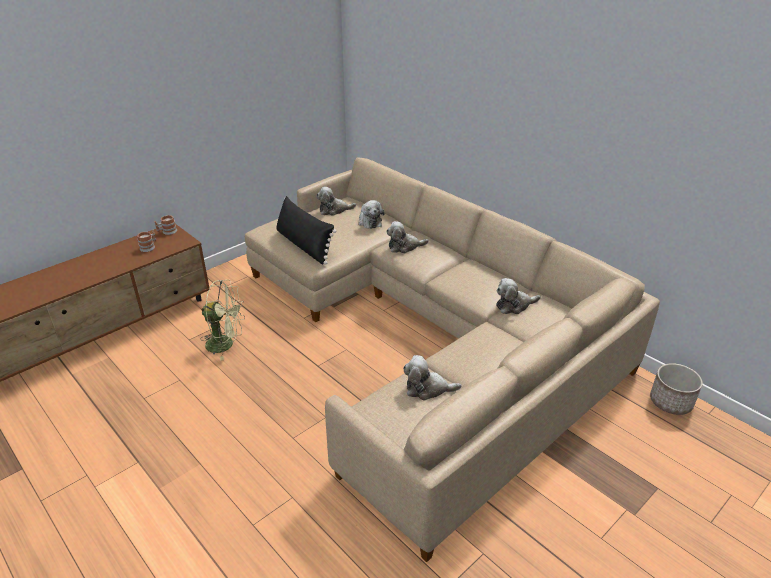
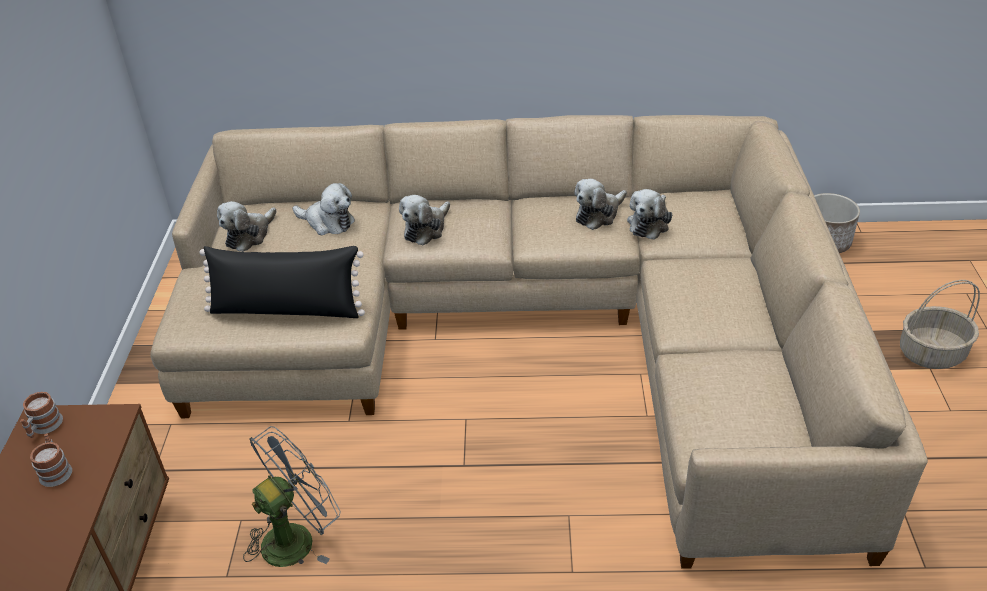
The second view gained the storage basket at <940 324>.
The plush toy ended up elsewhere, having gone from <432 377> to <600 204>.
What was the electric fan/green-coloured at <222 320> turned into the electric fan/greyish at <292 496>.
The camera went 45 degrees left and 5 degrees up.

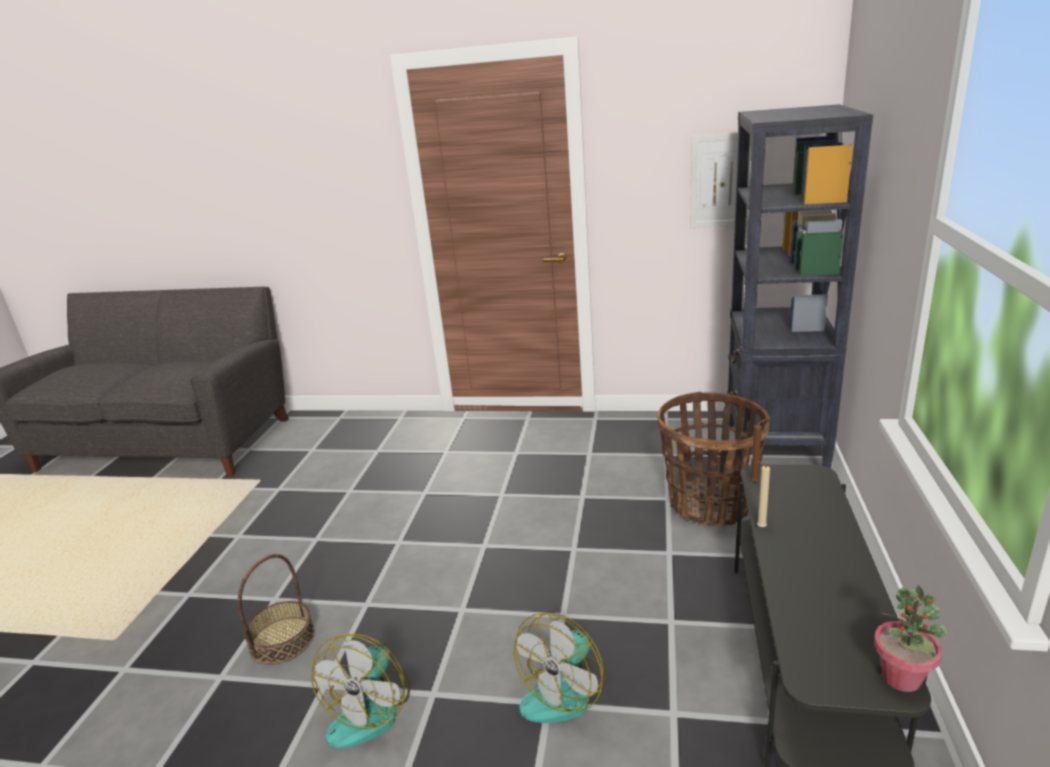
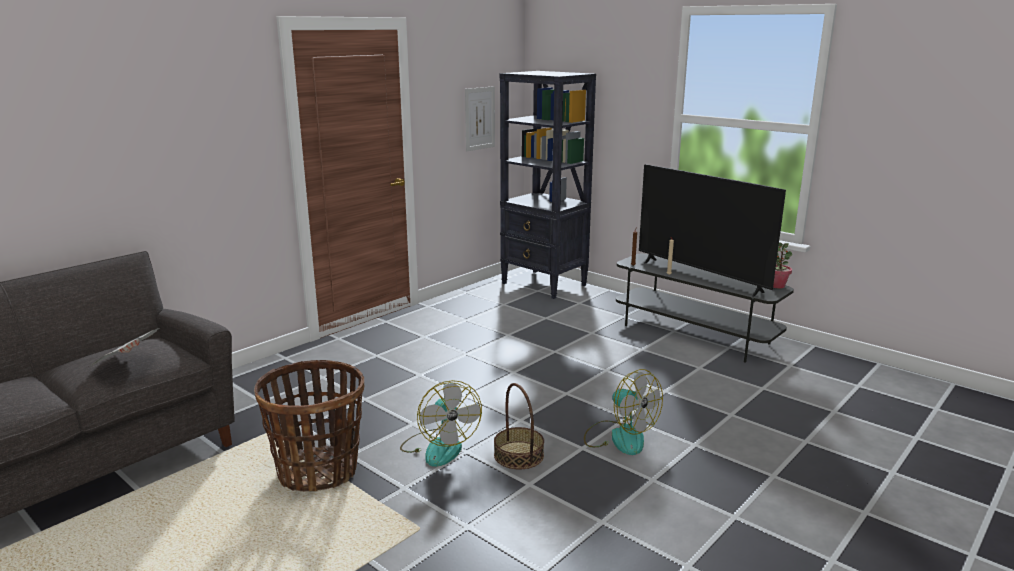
The second view gained the printed paper at <125 347>.
The second view gained the TV set at <712 230>.
The electric fan ended up elsewhere, having gone from <560 668> to <441 423>.
The storage basket ended up elsewhere, having gone from <714 459> to <309 425>.
The camera went 60 degrees left and 5 degrees down.

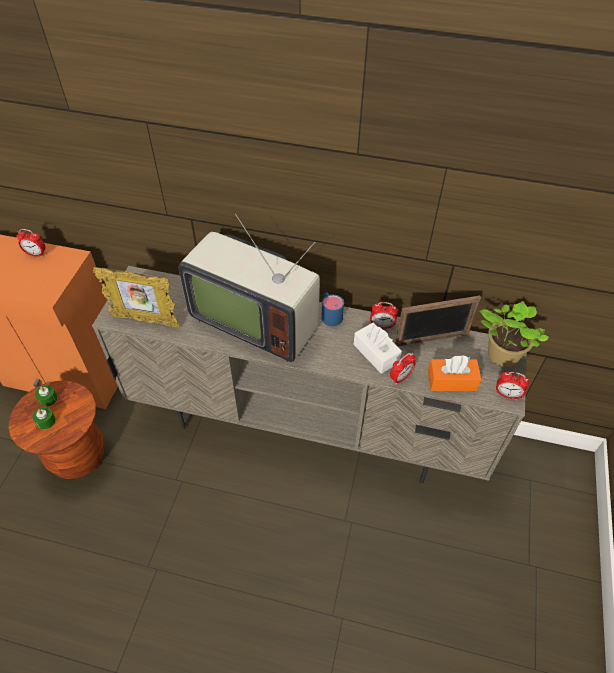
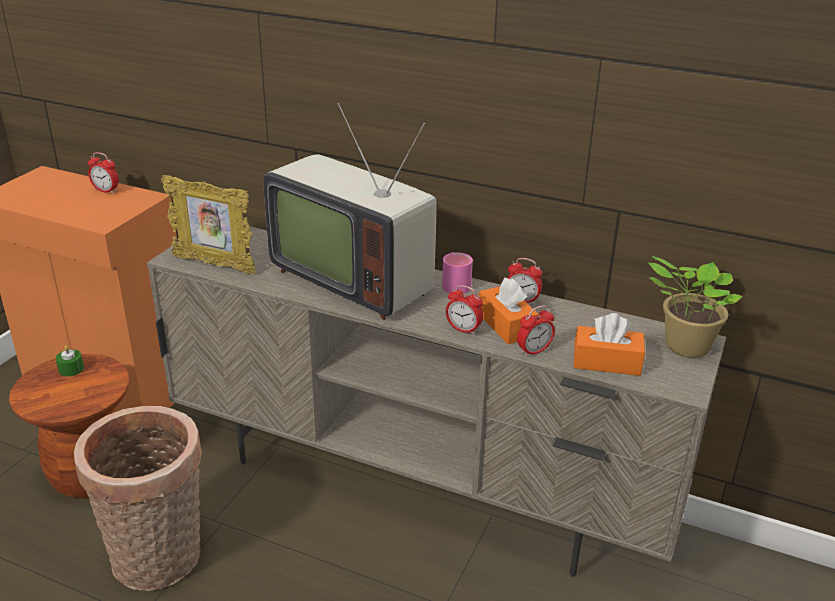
The second view lost the wax light/green-coloured at <44 418>.
The second view lost the photo frame at <438 321>.
The second view gained the storage basket at <138 498>.
The table clock ended up elsewhere, having gone from <512 385> to <464 310>.
What was the tea mug/blue-coloured at <332 309> turned into the tea mug/pink at <457 273>.
What was the tissue box/whitish at <378 348> turned into the tissue box/orangey at <509 311>.
The camera went 10 degrees right and 20 degrees down.

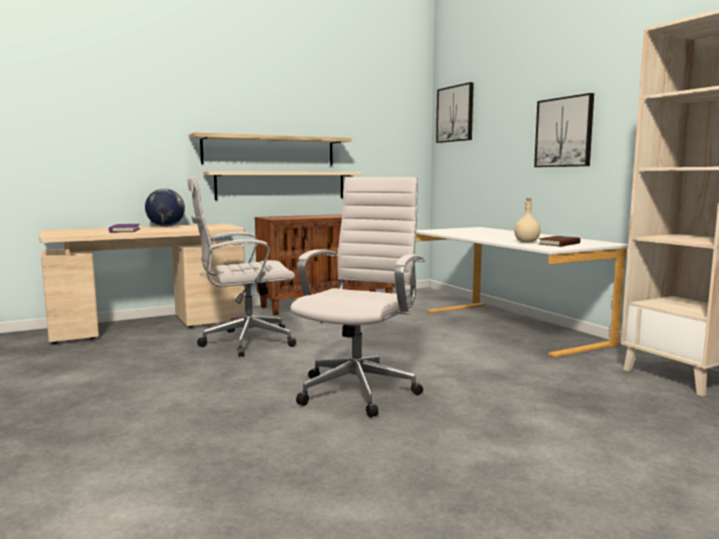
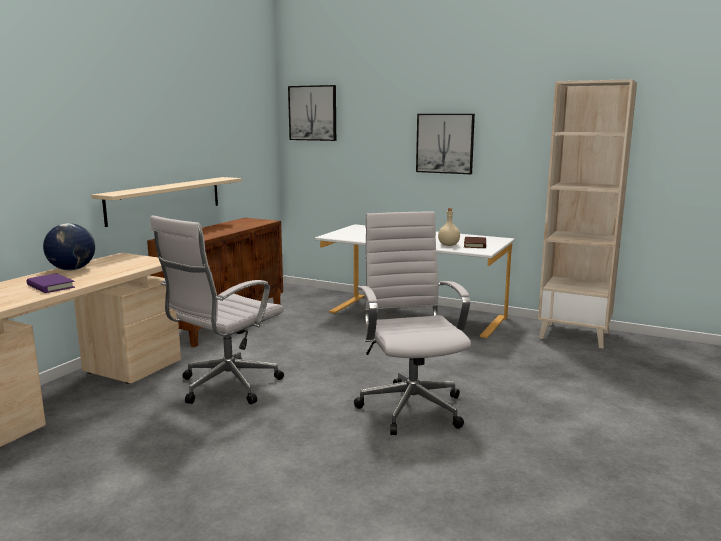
The second view lost the wall shelf at <270 148>.
The camera went 35 degrees left and 5 degrees up.

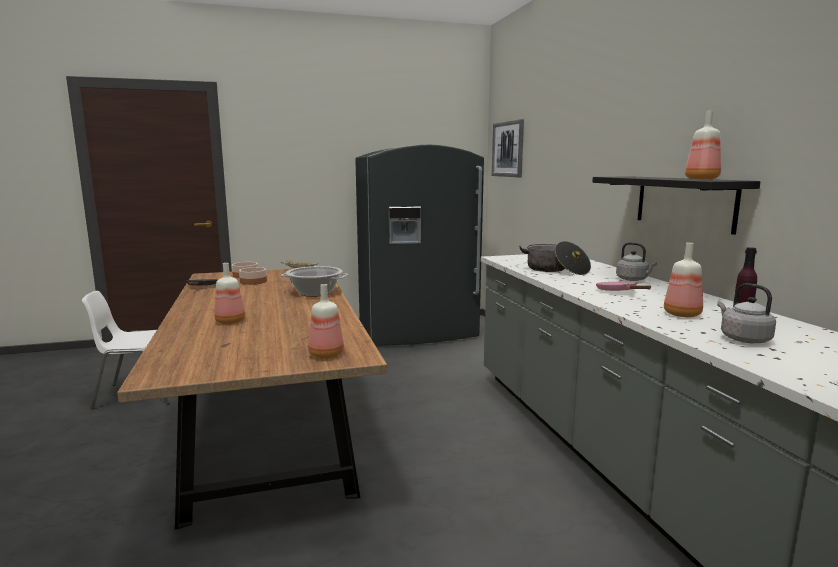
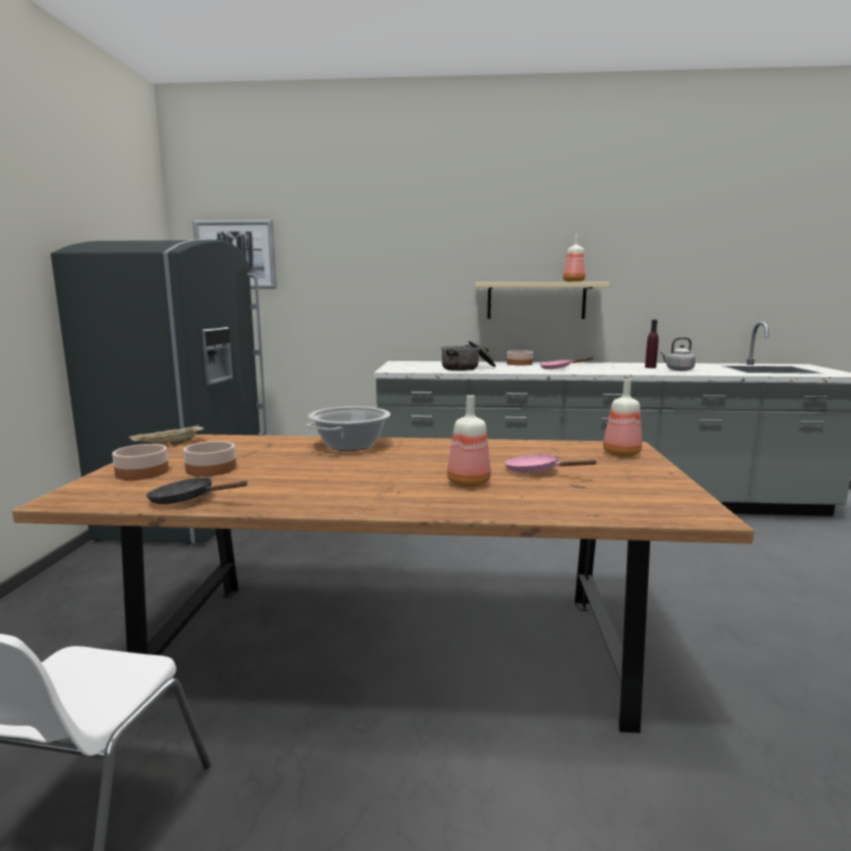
The second view lost the beverage bottle at <683 279>.
The second view gained the skillet/pink at <551 463>.
Where the kettle/greyish stood at <636 261>, the deep dish came to stand at <520 358>.
What was the wall shelf/black-coloured at <676 206> turned into the wall shelf/beige at <542 300>.
The camera went 70 degrees left and 0 degrees up.

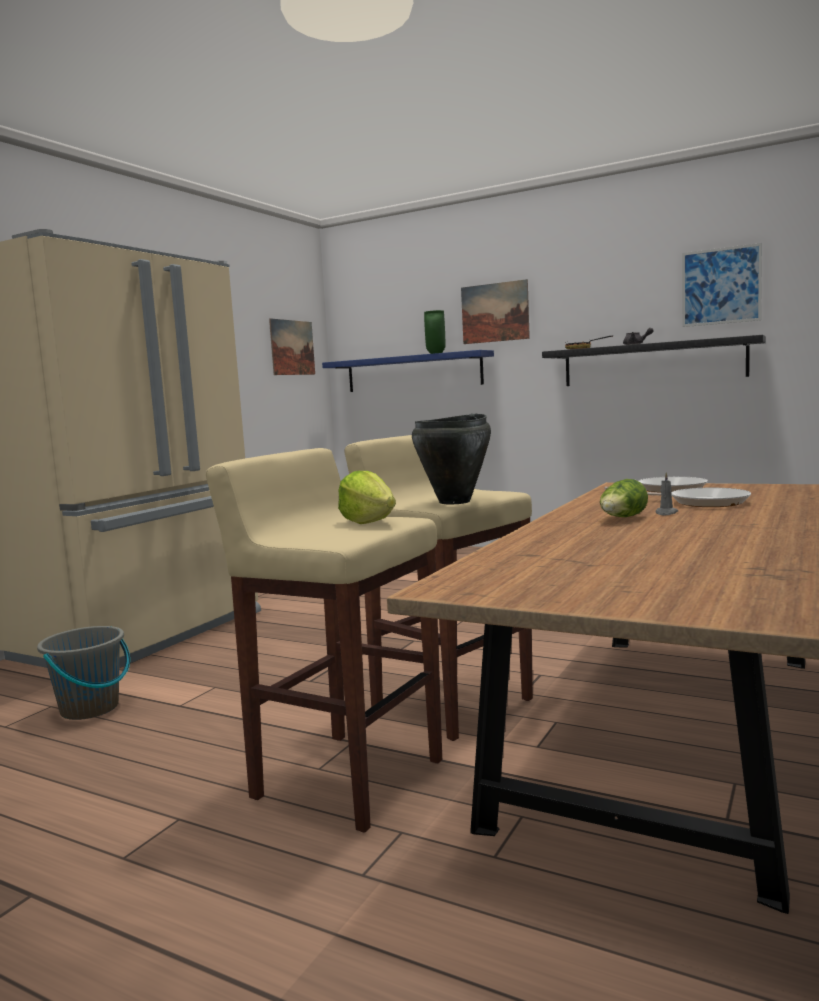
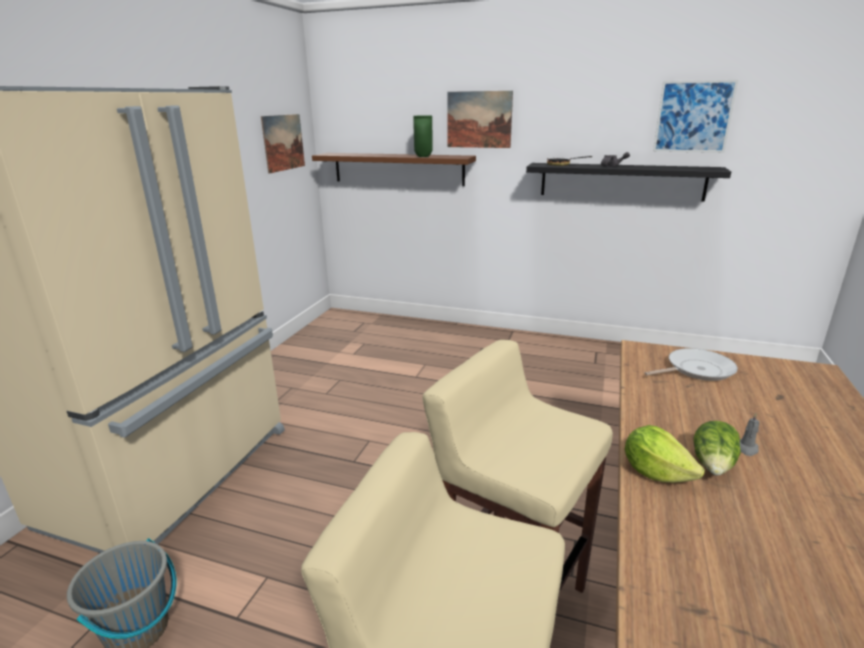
The second view lost the stockpot/black-coloured at <451 459>.
The second view lost the skillet at <699 497>.
The lettuce head ended up elsewhere, having gone from <367 497> to <665 454>.
What was the wall shelf/blue-coloured at <408 371> turned into the wall shelf/brown at <394 169>.
The camera went 10 degrees left and 15 degrees up.

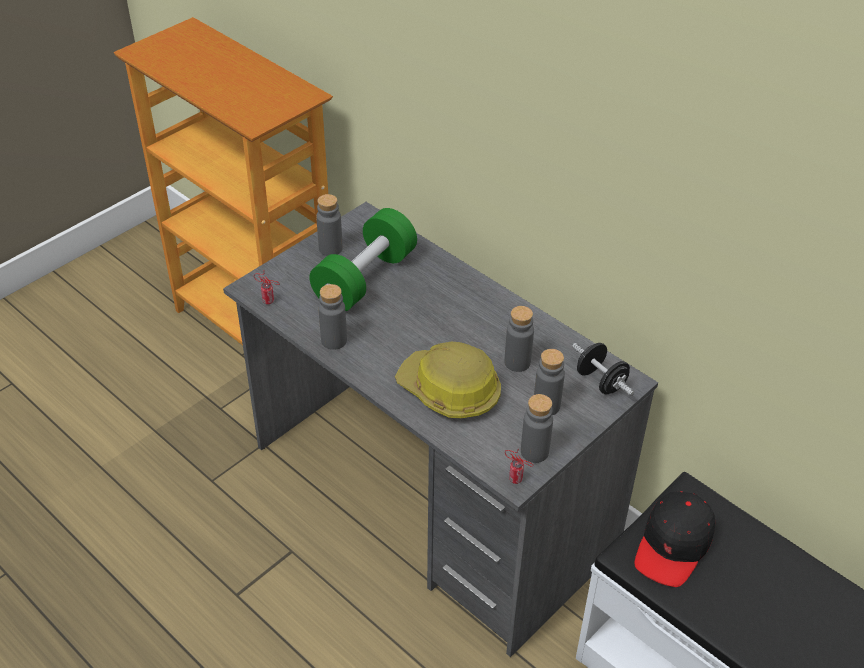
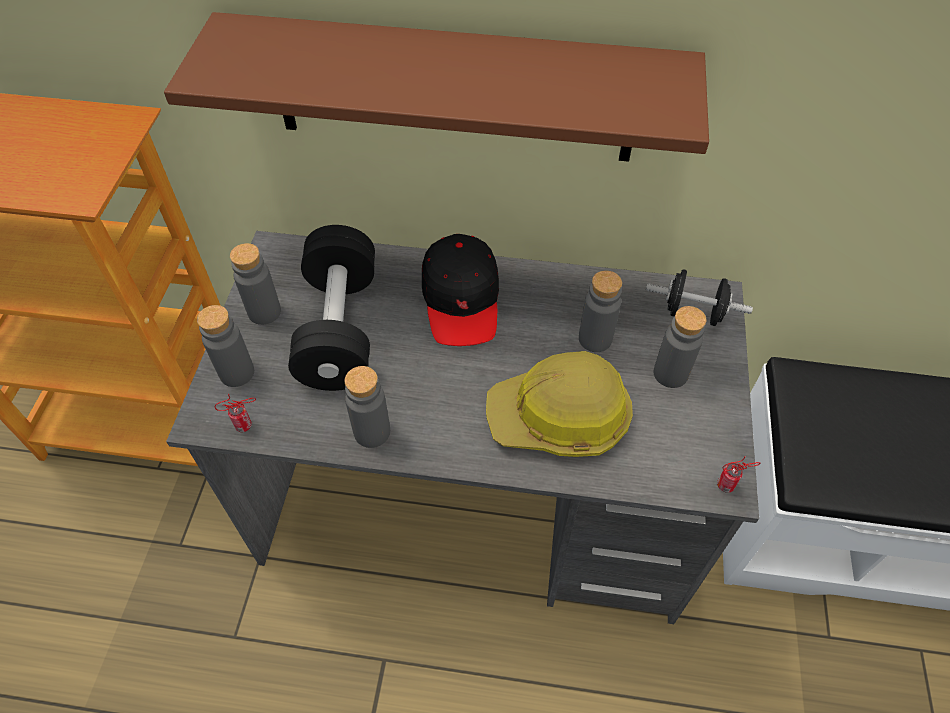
The second view gained the wall shelf/brown at <436 87>.
The beverage bottle/greyish ended up elsewhere, having gone from <537 428> to <225 346>.
The baseball cap/black-coloured ended up elsewhere, having gone from <675 539> to <460 290>.
What was the free weight/green-coloured at <363 259> turned into the free weight/black-coloured at <331 308>.
The camera went 35 degrees left and 10 degrees up.

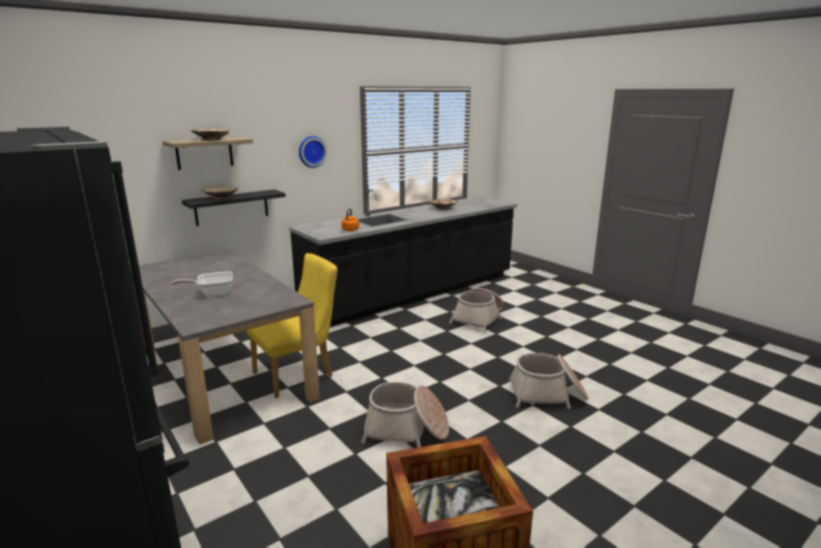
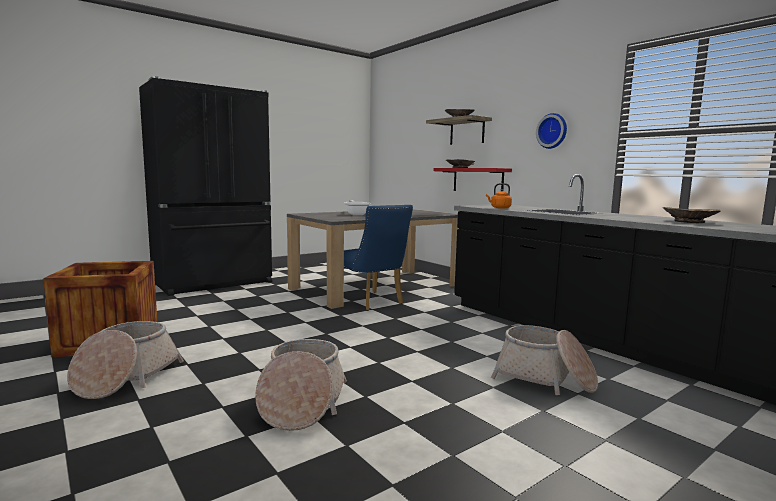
The storage basket ended up elsewhere, having gone from <405 415> to <125 360>.
What was the wall shelf/black-coloured at <234 207> turned into the wall shelf/red-coloured at <472 179>.
What was the plain chair/yellow-coloured at <292 325> turned into the plain chair/blue-coloured at <378 258>.
The camera went 90 degrees right and 10 degrees down.

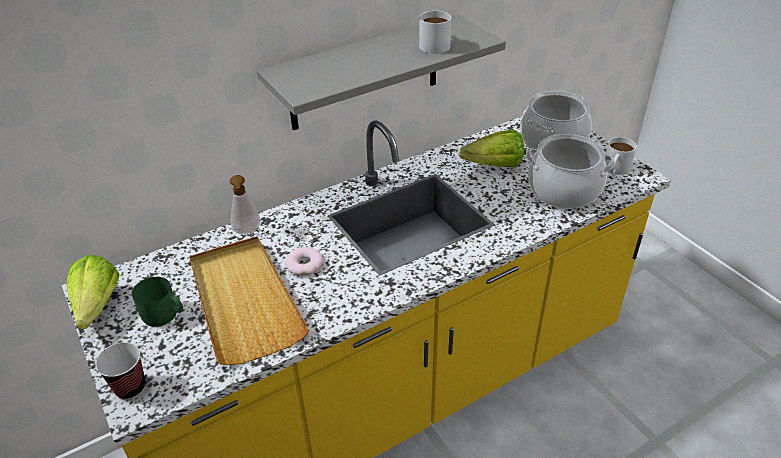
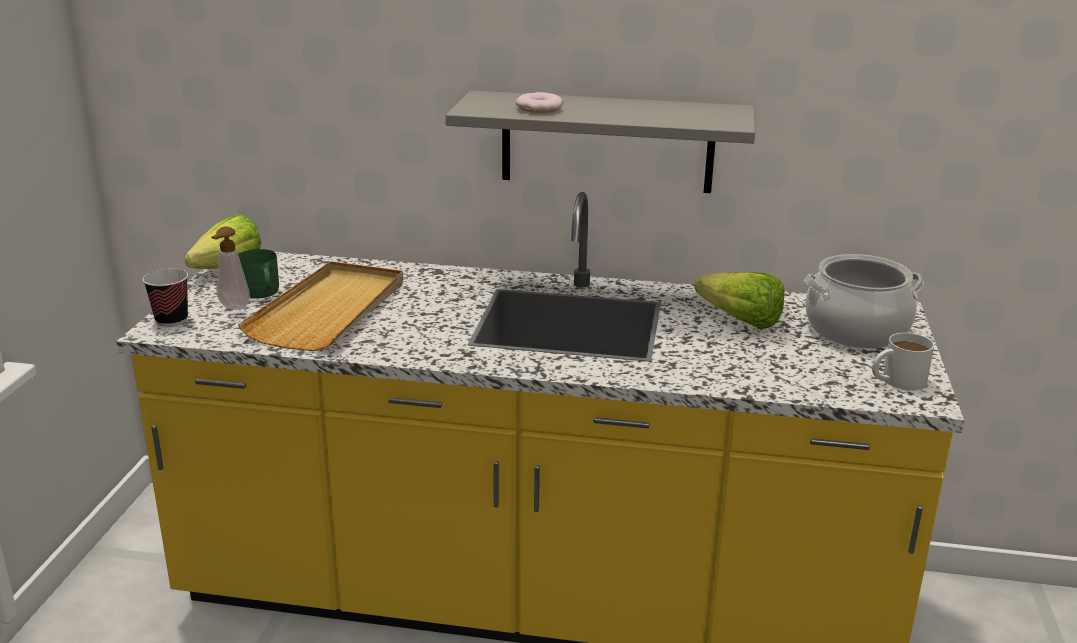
The second view lost the tea mug/whitish at <435 32>.
The second view lost the stockpot at <570 171>.
The soap bottle ended up elsewhere, having gone from <245 204> to <230 268>.
The donut ended up elsewhere, having gone from <304 261> to <539 102>.
The camera went 40 degrees right and 15 degrees down.

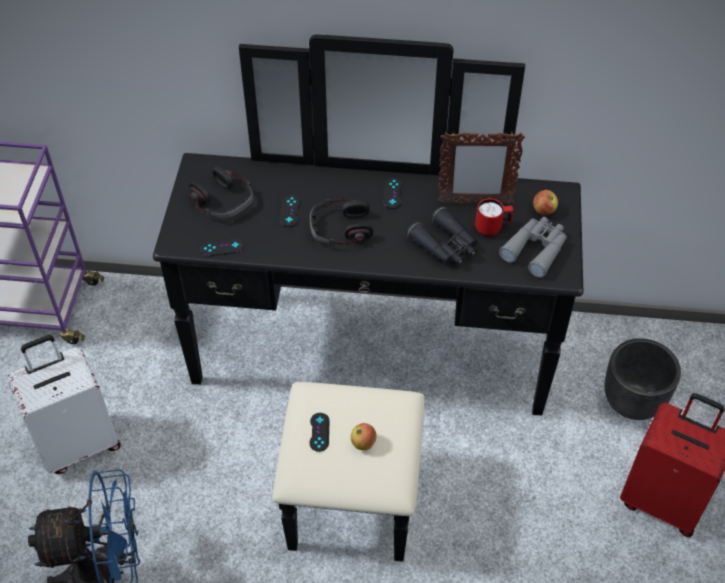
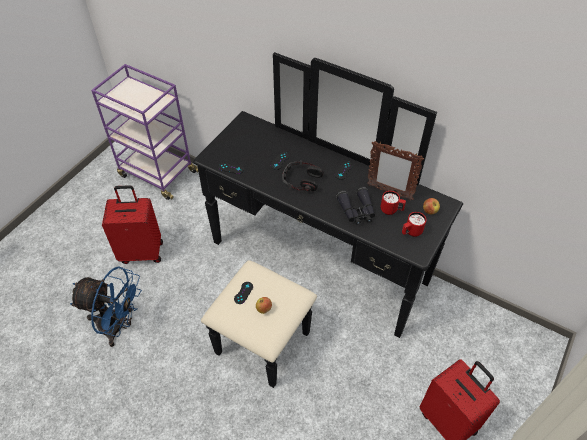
The second view lost the pair of headphones at <221 192>.
The second view lost the plant pot/black-coloured at <642 379>.
Where the field glasses/greyish stood at <533 247>, the tea mug/red-coloured came to stand at <414 224>.
What was the suitcase/whitish at <64 404> turned into the suitcase/red-coloured at <132 224>.
The camera went 25 degrees right and 0 degrees up.

